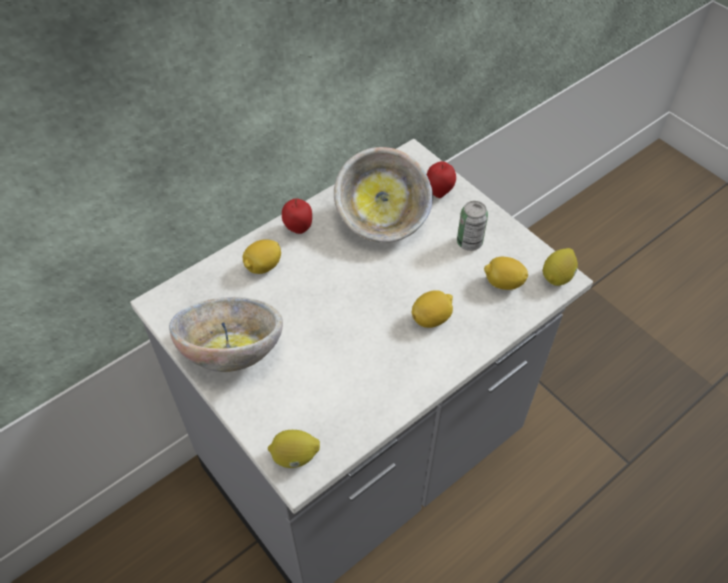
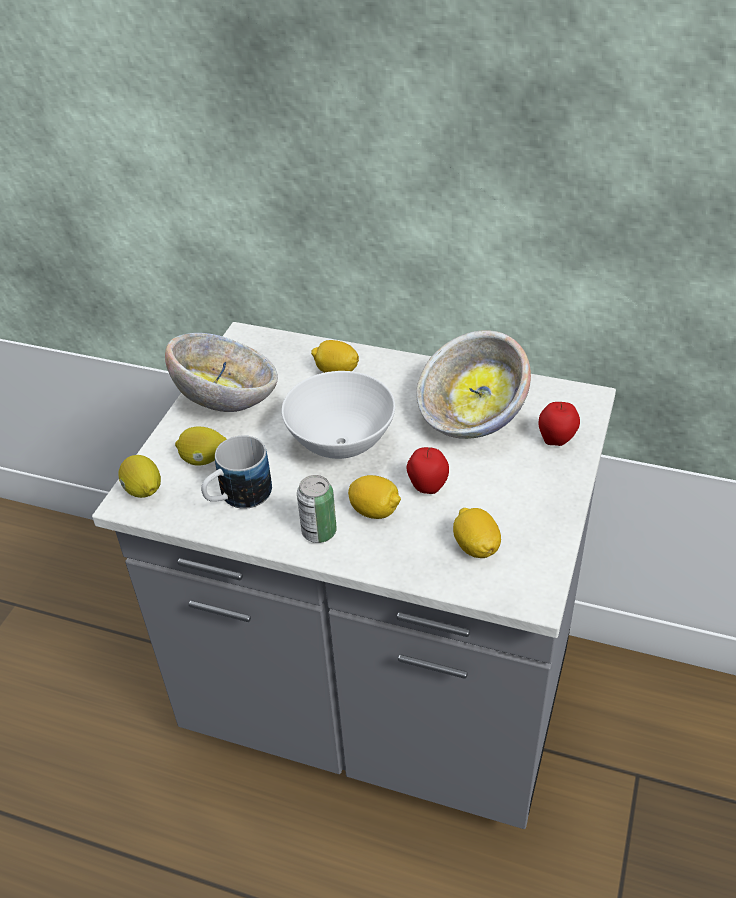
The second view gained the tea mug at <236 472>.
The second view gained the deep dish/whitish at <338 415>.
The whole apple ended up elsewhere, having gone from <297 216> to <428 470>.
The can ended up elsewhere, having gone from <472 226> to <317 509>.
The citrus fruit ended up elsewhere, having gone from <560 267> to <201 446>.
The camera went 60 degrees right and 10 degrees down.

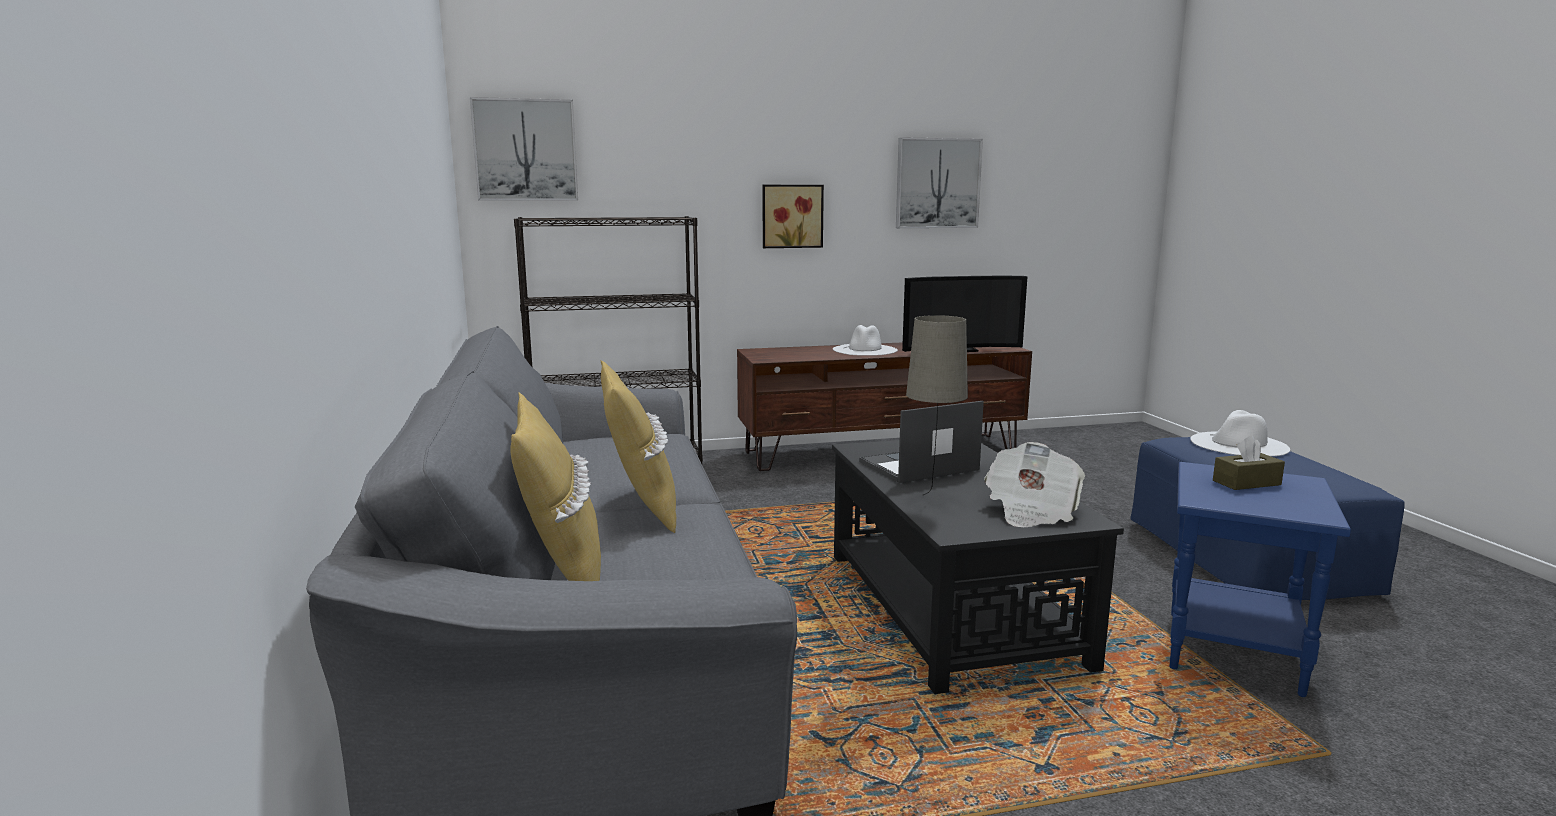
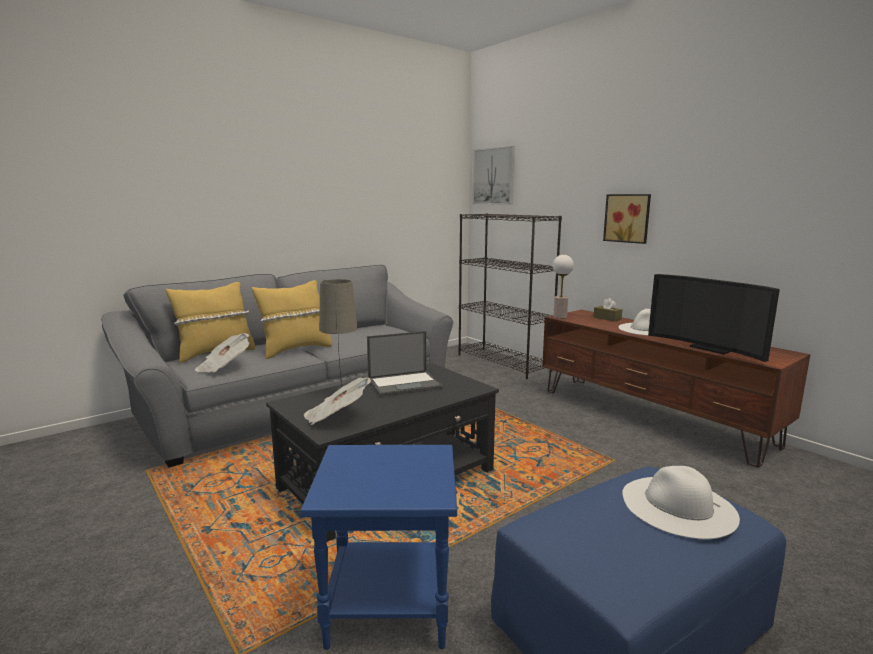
The second view lost the picture at <939 182>.
The second view gained the printed paper at <222 353>.
The second view gained the tabletop lamp at <563 287>.
The tissue box/brown ended up elsewhere, having gone from <1249 462> to <608 310>.
The notebook computer at <921 442> ended up facing another way, 120 degrees clockwise from before.
The camera went 65 degrees right and 0 degrees up.

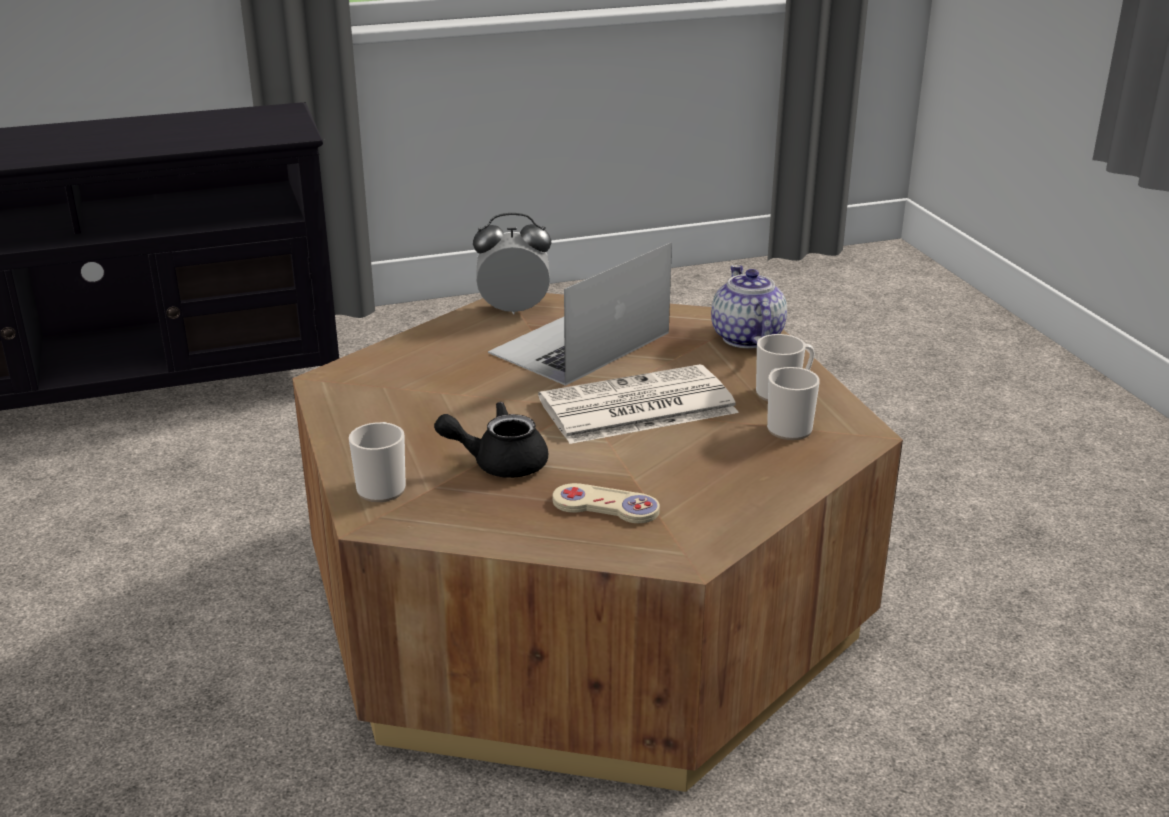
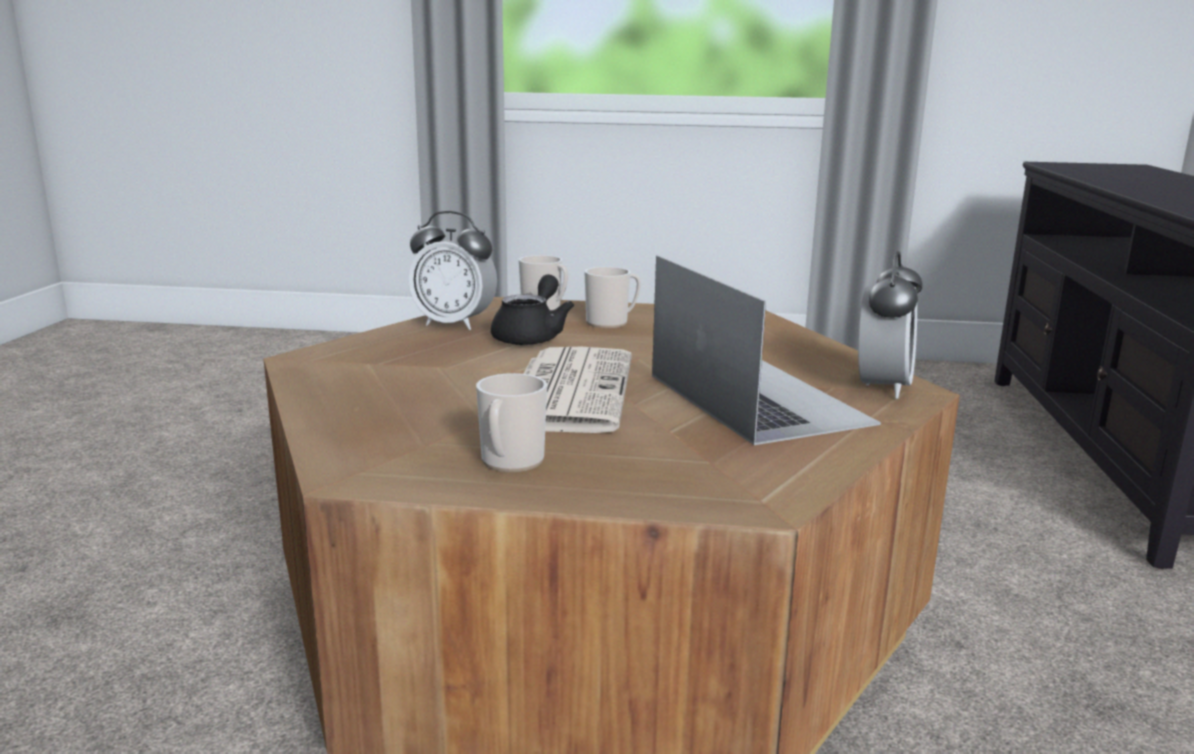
The second view lost the gamepad/beige at <606 503>.
The second view lost the pot for tea at <749 306>.
The second view gained the table clock at <452 270>.
The tea mug ended up elsewhere, having gone from <793 403> to <612 297>.
The camera went 115 degrees right and 10 degrees down.

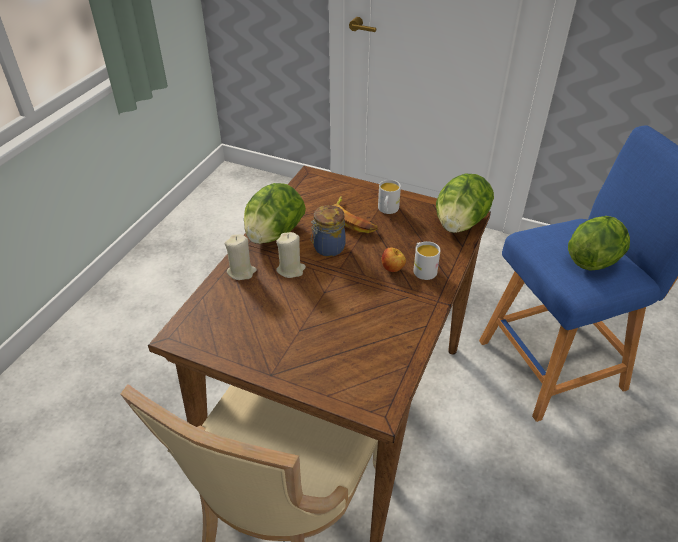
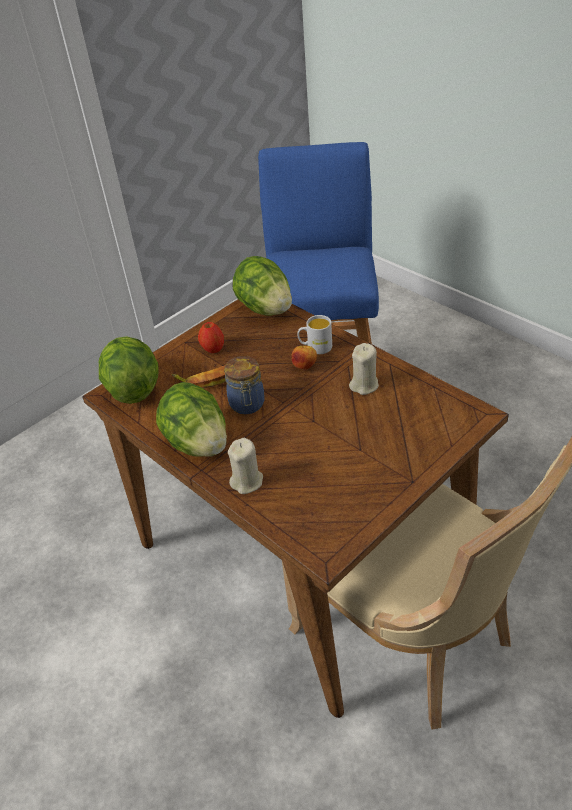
The wax light/beige ended up elsewhere, having gone from <291 255> to <364 369>.
The lettuce head ended up elsewhere, having gone from <599 243> to <129 370>.
Where the tea mug/whitish stood at <389 196>, the whole apple came to stand at <211 337>.
The camera went 65 degrees left and 0 degrees up.

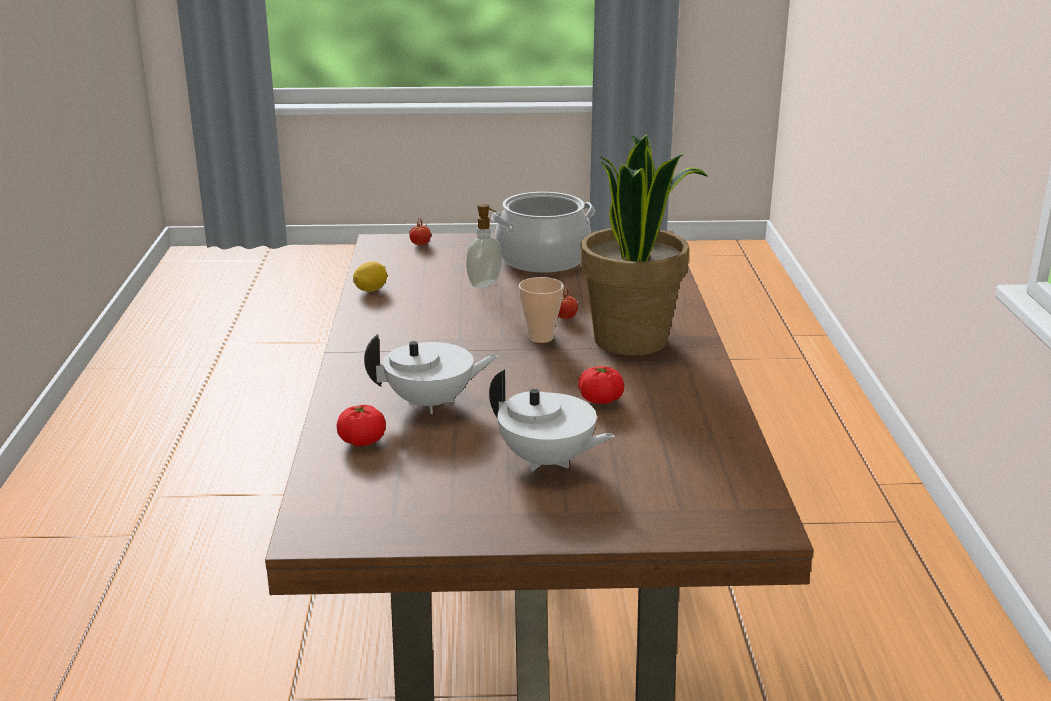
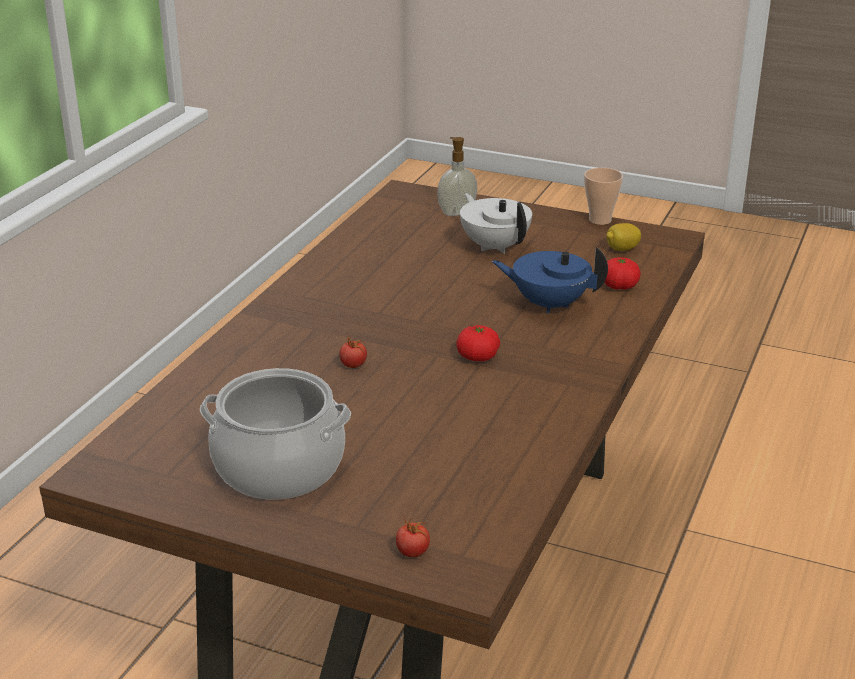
The second view lost the plant in a pot at <644 245>.
The citrus fruit ended up elsewhere, having gone from <370 277> to <623 237>.
The soap bottle ended up elsewhere, having gone from <484 245> to <457 176>.
The cup ended up elsewhere, having gone from <541 310> to <603 196>.
The tomato ended up elsewhere, having gone from <601 385> to <478 343>.
What was the pot for tea/whitish at <431 374> turned into the pot for tea/blue-coloured at <550 280>.
The camera went 155 degrees left and 5 degrees up.

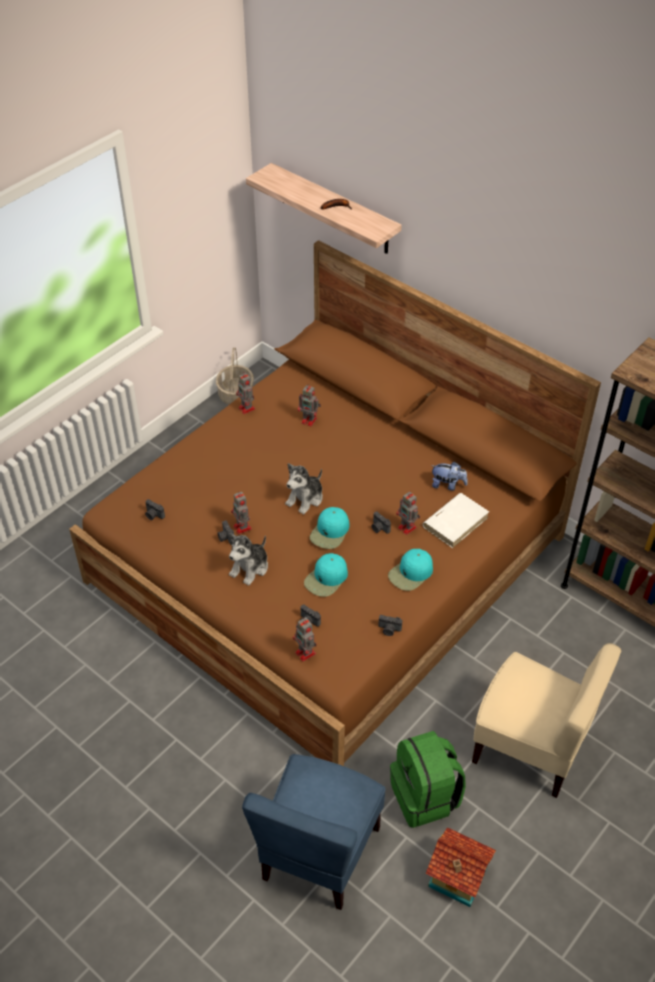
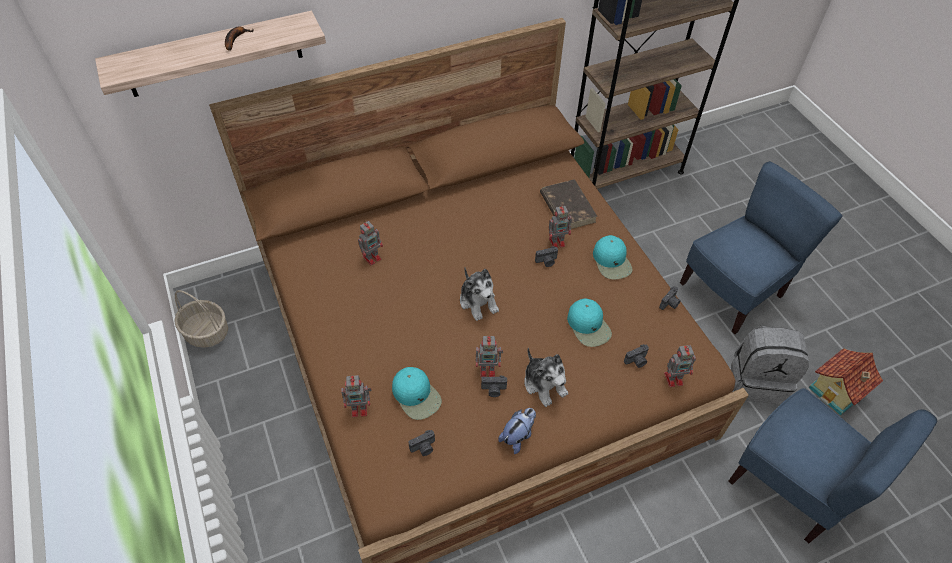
The toy robot ended up elsewhere, having gone from <245 393> to <356 396>.
The baseball cap/blue-green ended up elsewhere, having gone from <329 528> to <417 393>.
The plush toy ended up elsewhere, having gone from <450 476> to <517 431>.
What was the backpack/green-coloured at <428 779> turned into the backpack/greyish at <770 365>.
What was the bound book/whitish at <456 520> turned into the bound book/brown at <569 204>.
What was the plain chair/beige at <546 720> turned into the plain chair/blue-coloured at <761 247>.
The camera went 65 degrees left and 5 degrees up.

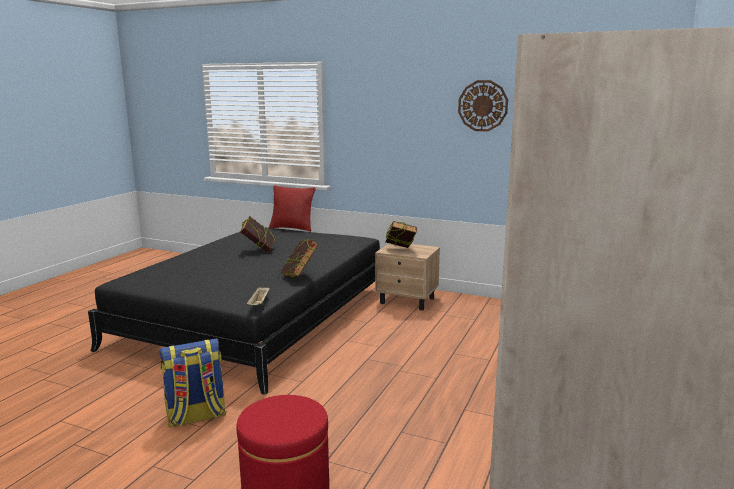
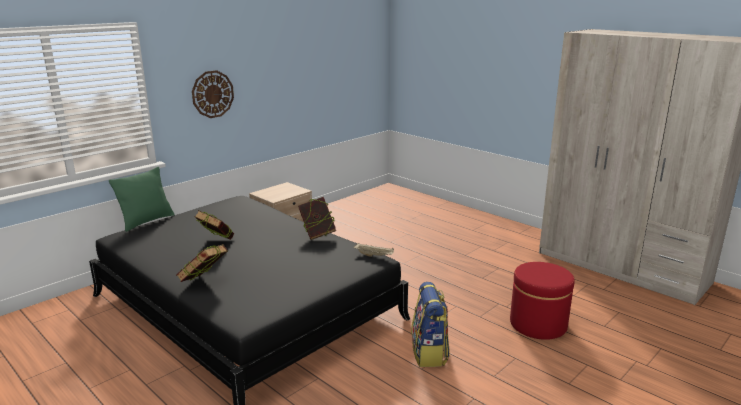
The bound book ended up elsewhere, having gone from <401 234> to <202 263>.
The hanging clock ended up elsewhere, having gone from <483 105> to <213 94>.
What was the cushion/red-coloured at <292 208> turned into the cushion/green-coloured at <142 199>.
The camera went 70 degrees left and 5 degrees up.

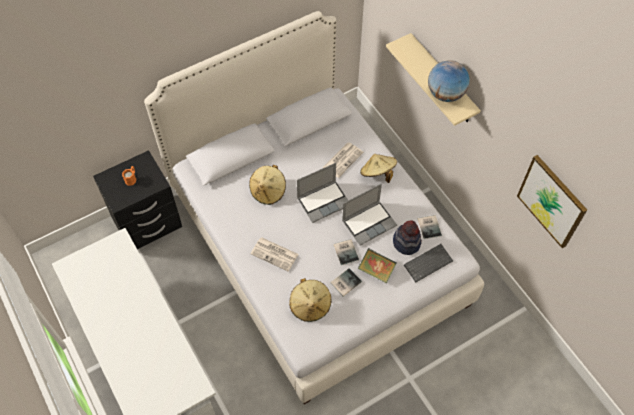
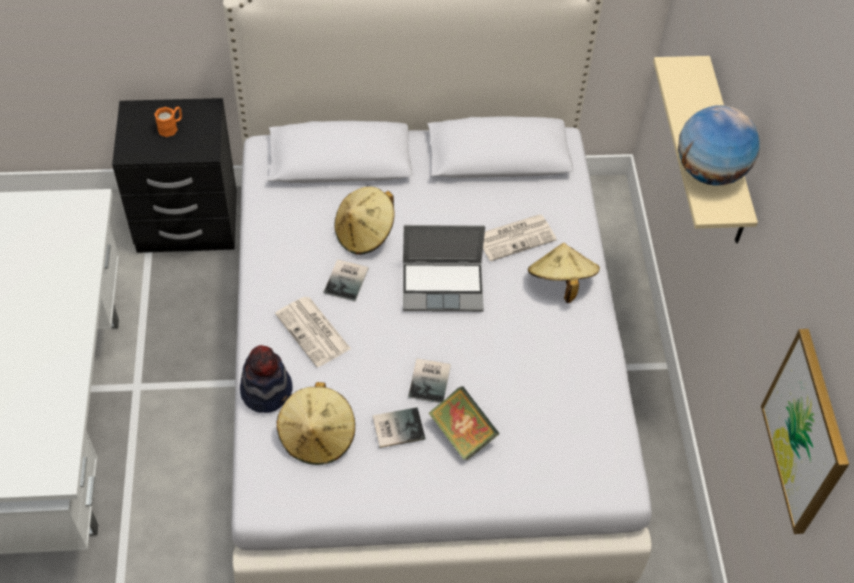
The second view lost the notebook computer at <369 215>.
The second view lost the PC keyboard at <428 263>.
The hat ended up elsewhere, having gone from <407 238> to <266 379>.
The bound book ended up elsewhere, having gone from <430 227> to <346 280>.
The camera went 25 degrees right and 5 degrees down.

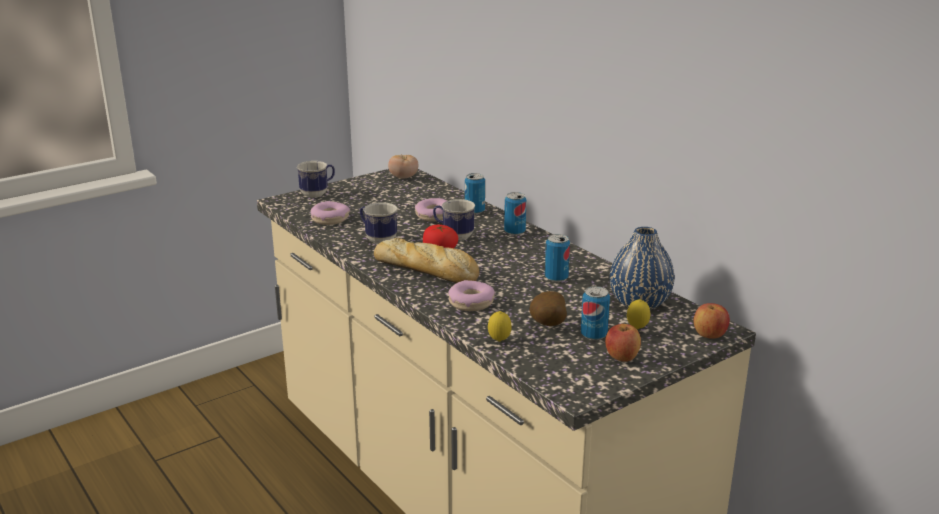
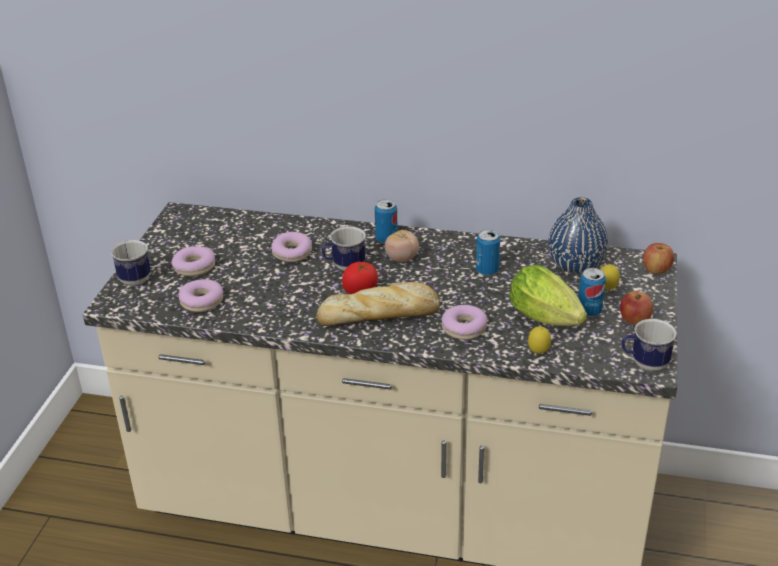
The second view lost the can at <475 193>.
The second view gained the donut at <193 261>.
The tea mug ended up elsewhere, having gone from <378 223> to <649 345>.
The tomato ended up elsewhere, having gone from <403 167> to <402 246>.
Where the whole potato stood at <548 308>, the lettuce head came to stand at <548 295>.
The camera went 40 degrees left and 10 degrees up.

